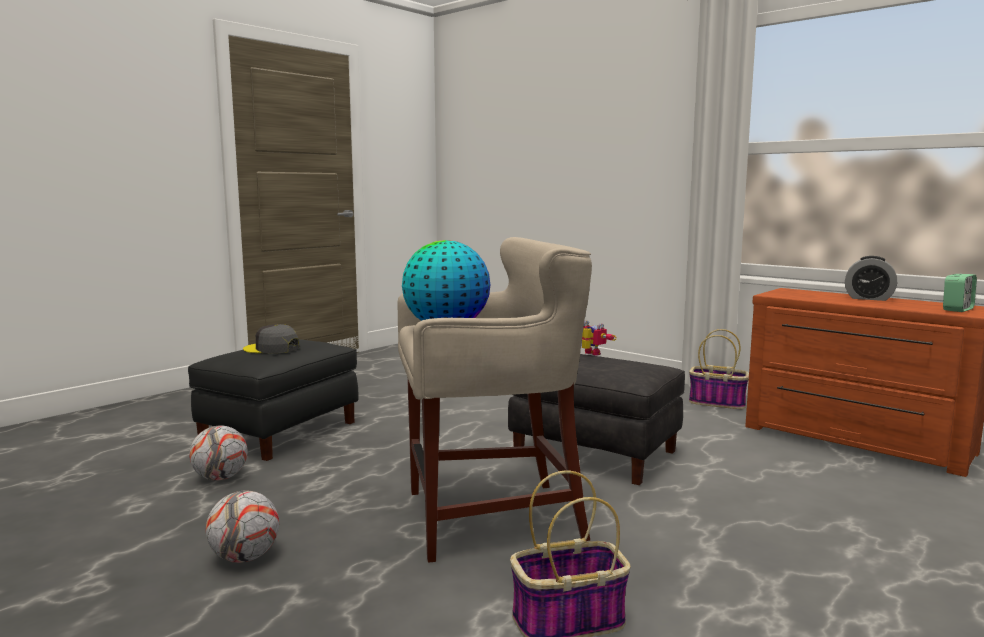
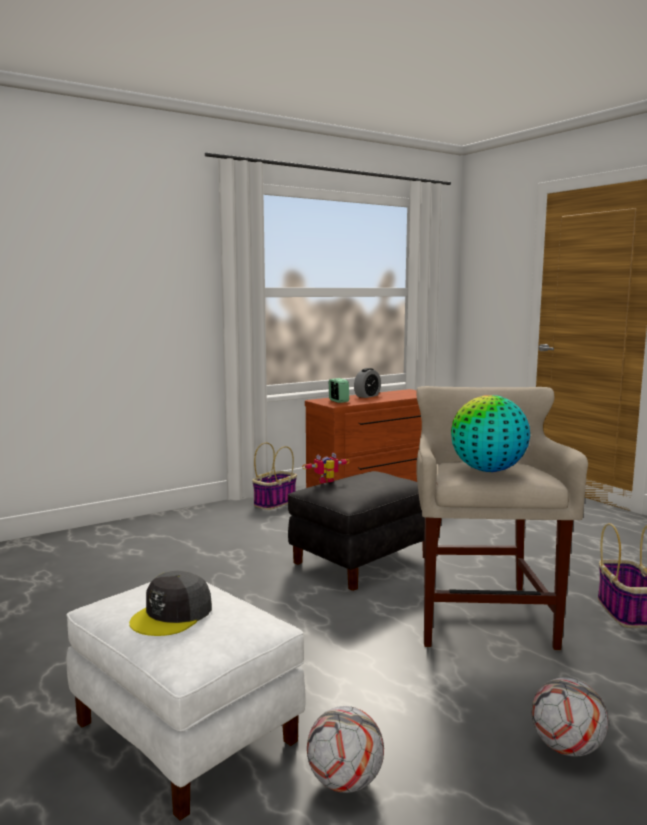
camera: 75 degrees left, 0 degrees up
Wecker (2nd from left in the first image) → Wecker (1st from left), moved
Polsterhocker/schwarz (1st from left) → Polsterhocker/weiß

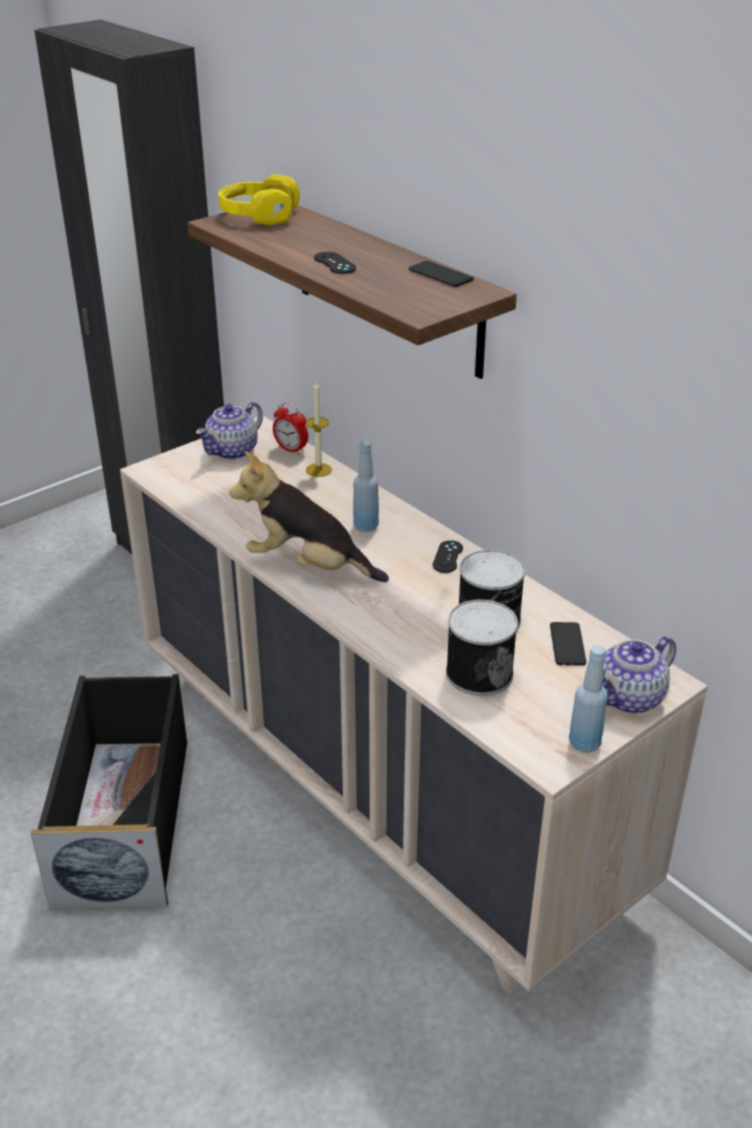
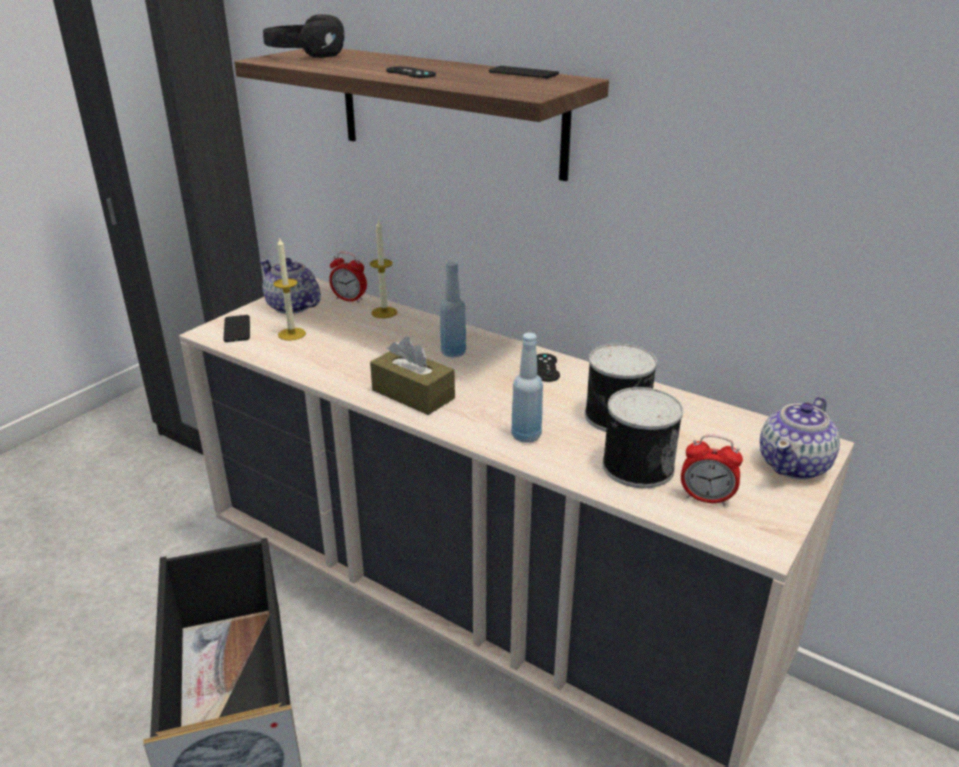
camera: 15 degrees left, 5 degrees down
Kopfhörer/gelb → Kopfhörer/schwarz
Teekanne (1st from left), 105 degrees clockwise
Plüschtier → Taschentuchbox/braun
Handy (2nd from left in the first image) → Handy (1st from left), moved
Flasche/blau (2nd from left), moved
- → Kerze (1st from left)
- → Wecker (2nd from left)

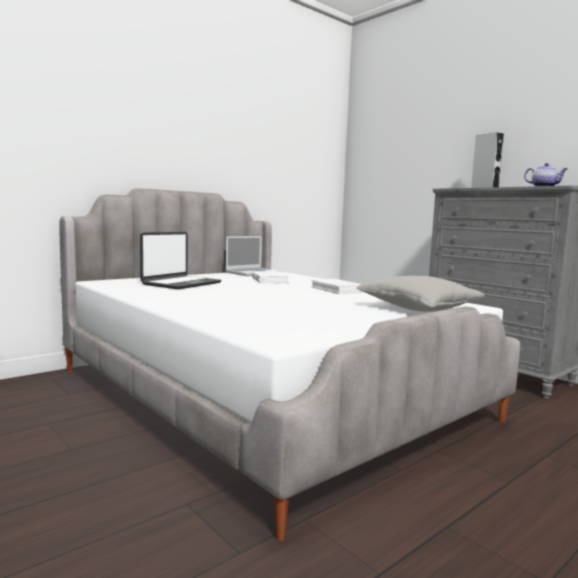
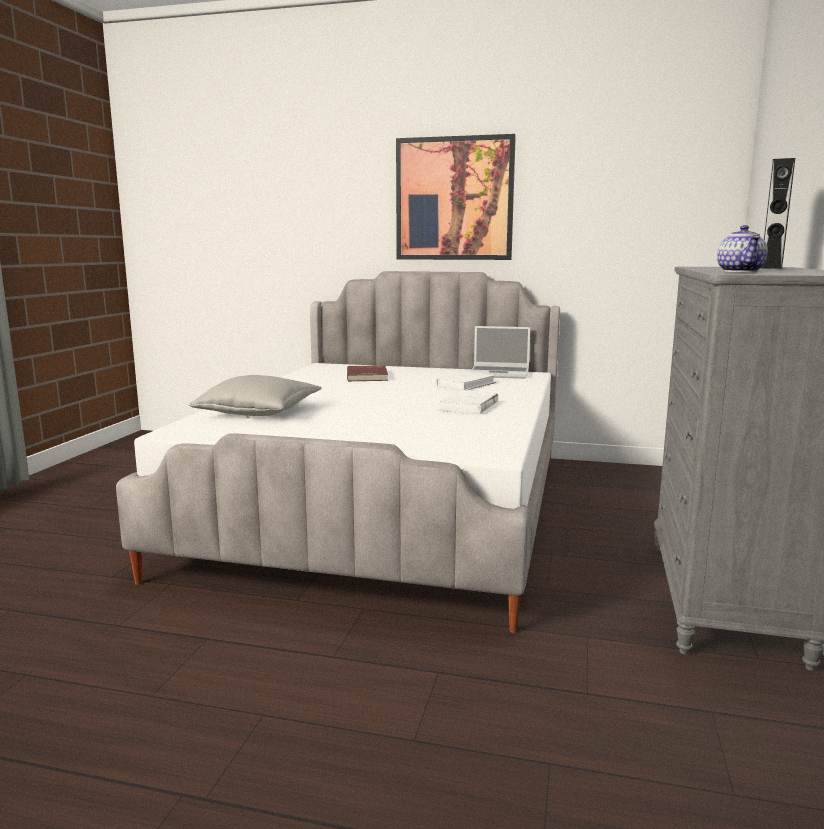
camera: 55 degrees right, 5 degrees up
Laptop (1st from left) → Buch/rot
Kissen/grau, moved
- → Bild

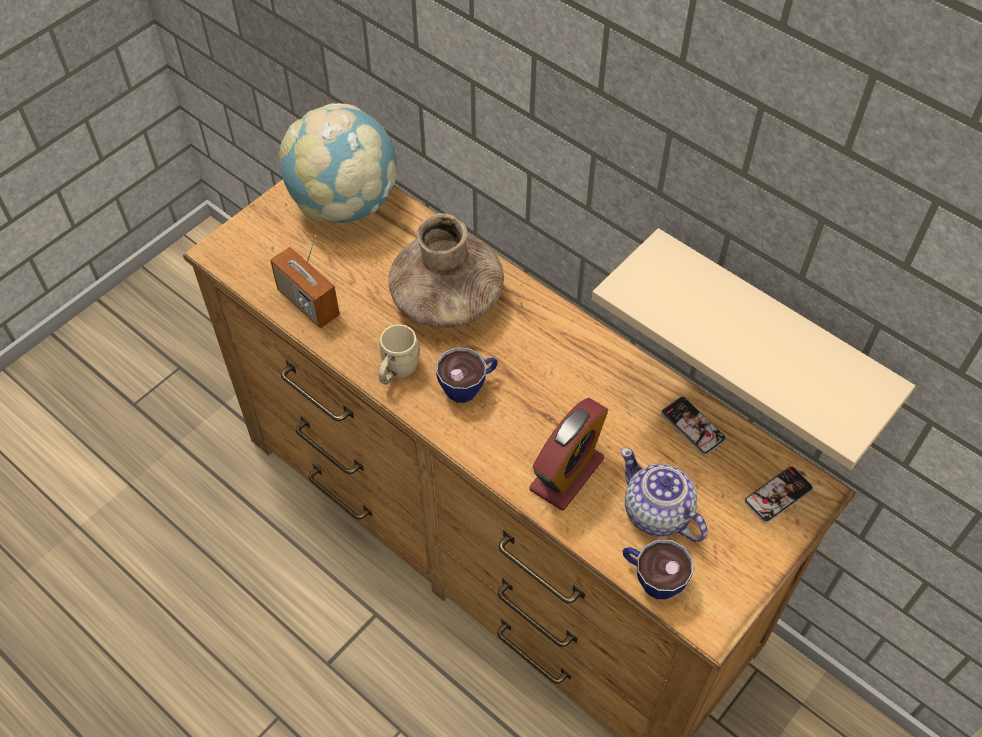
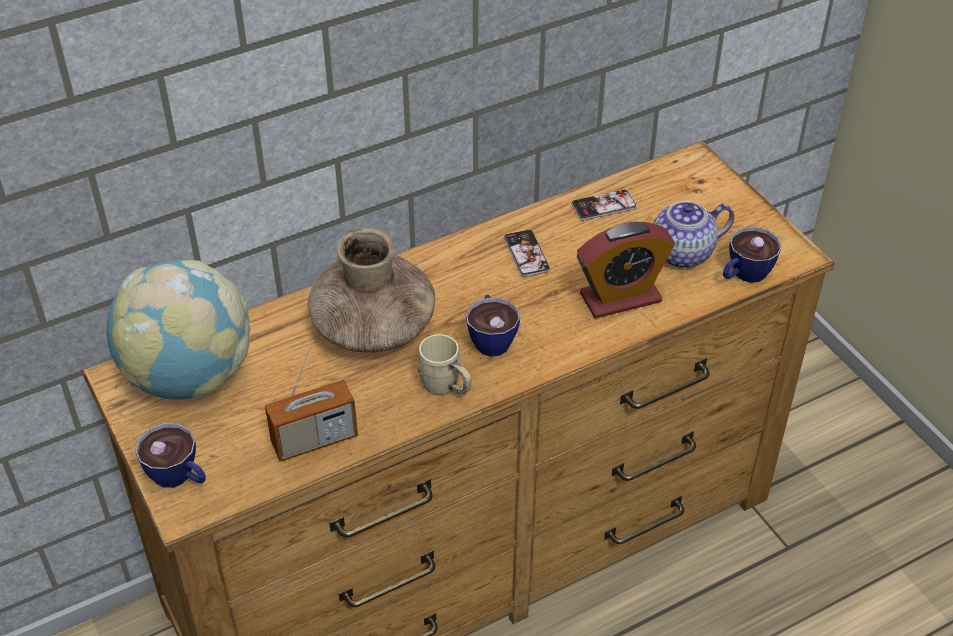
camera: 70 degrees left, 10 degrees down
Wandregal/beige → -
Wecker, 105 degrees clockwise
Handy (2nd from left in the first image) → Handy (1st from left), moved
- → Tasse (1st from left)

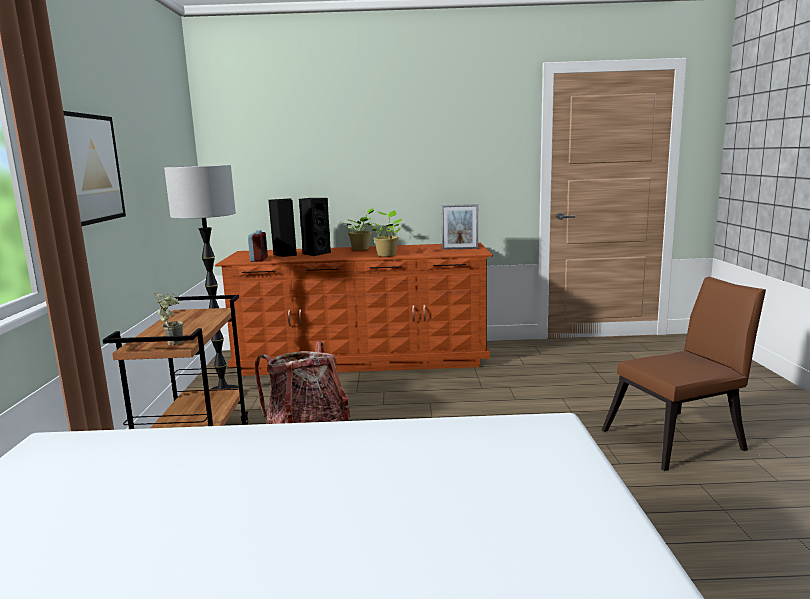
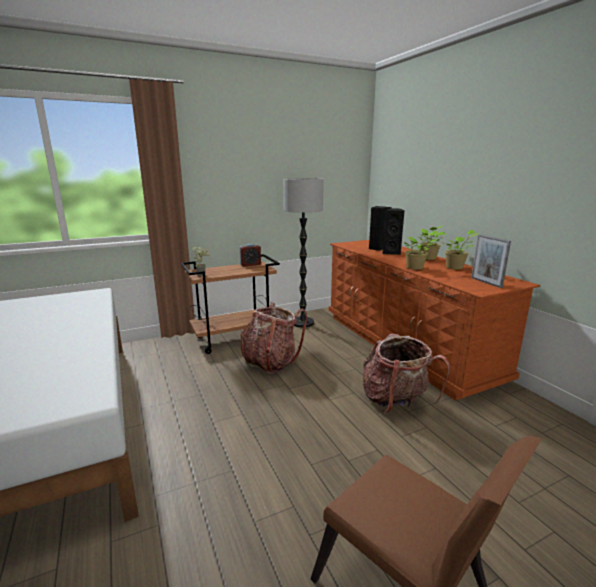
camera: 65 degrees right, 5 degrees up
Bild → -
Wecker, moved
- → Topfpflanze (4th from left)
- → Rucksack (2nd from left)

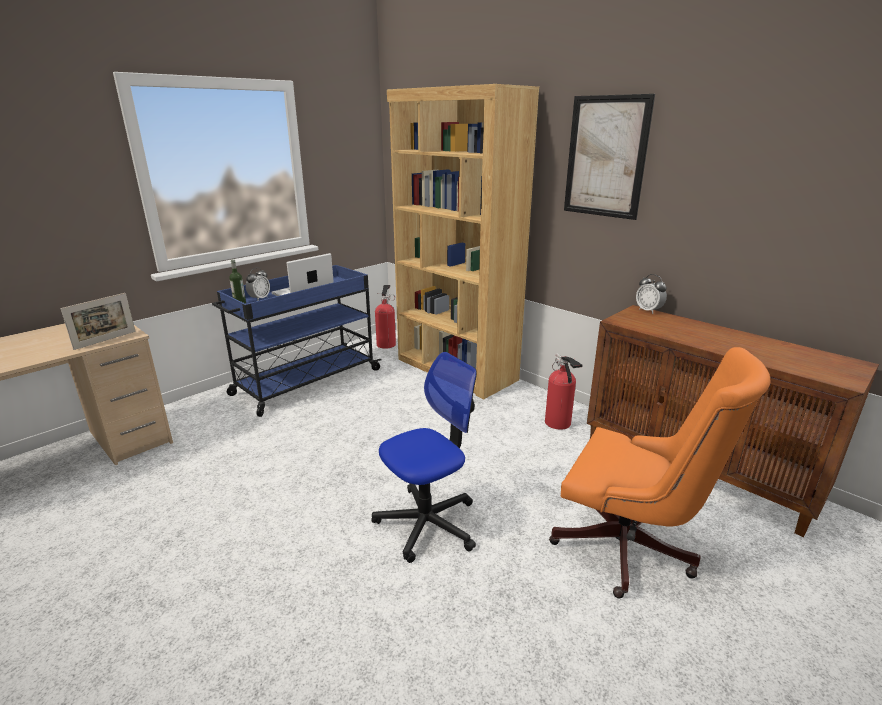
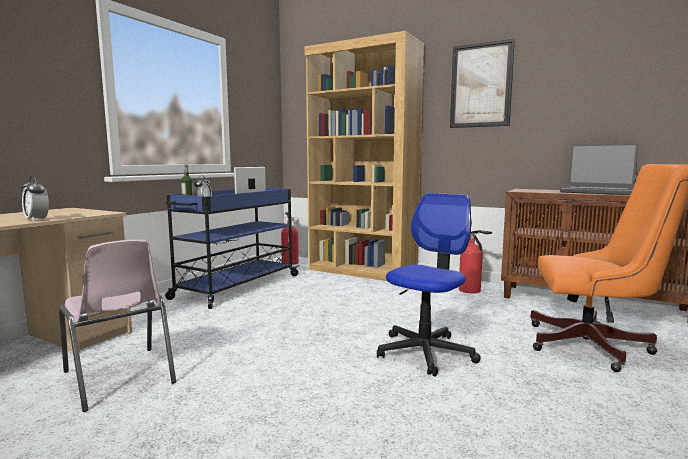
camera: 15 degrees left, 15 degrees down
Wecker (2nd from left in the first image) → Wecker (1st from left), moved
Bilderrahmen → -
- → Laptop (2nd from left)
- → Stuhl/rosa

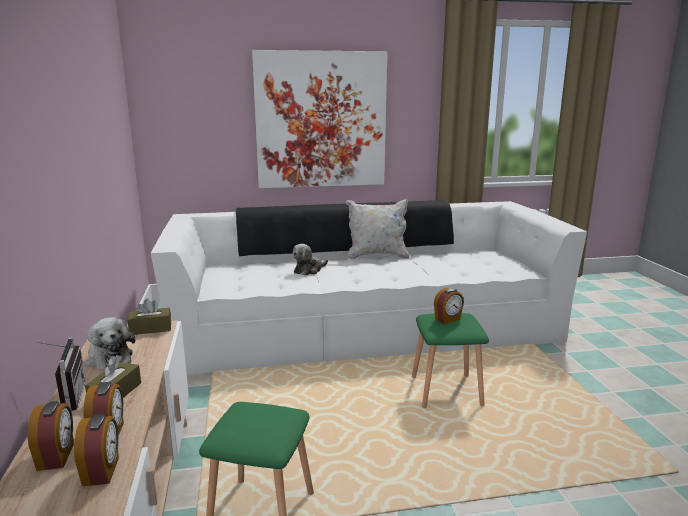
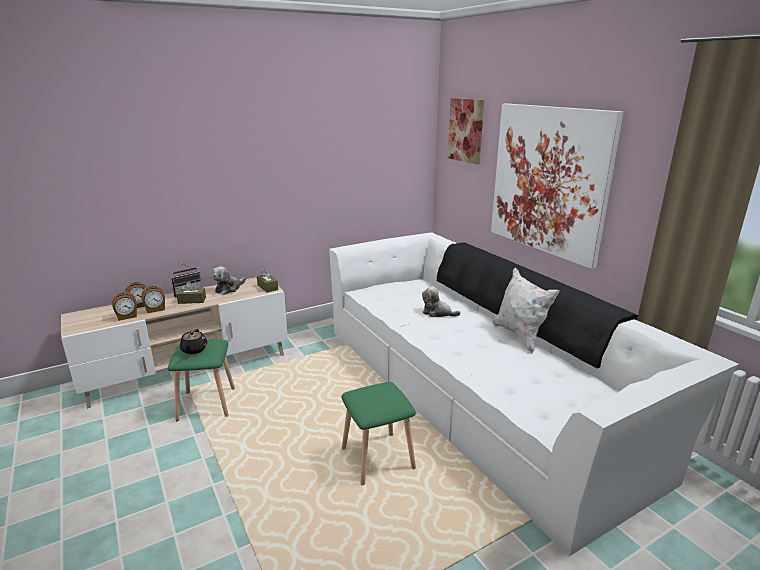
camera: 70 degrees right, 5 degrees up
Wecker (4th from left) → -
- → Bild (1st from left)
- → Teekanne/schwarz

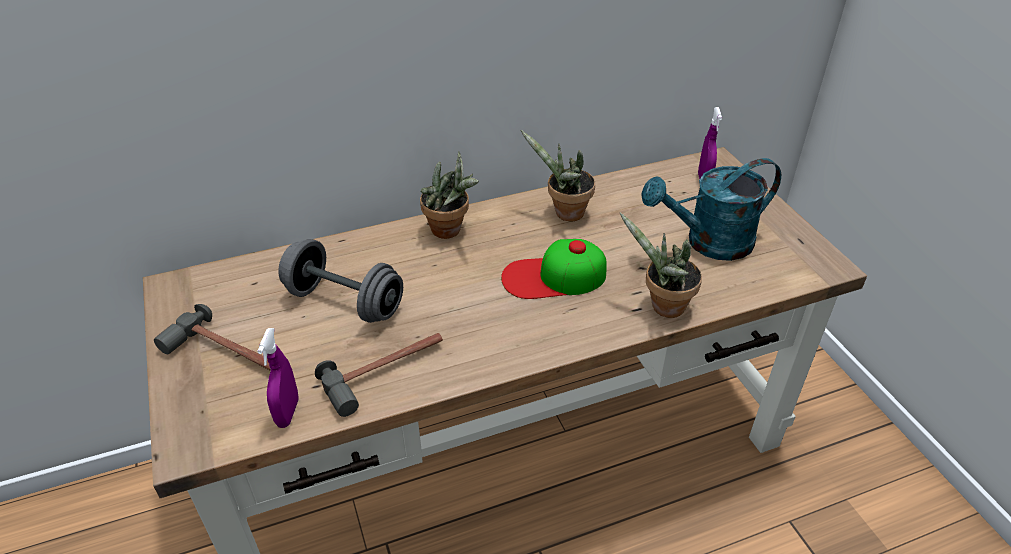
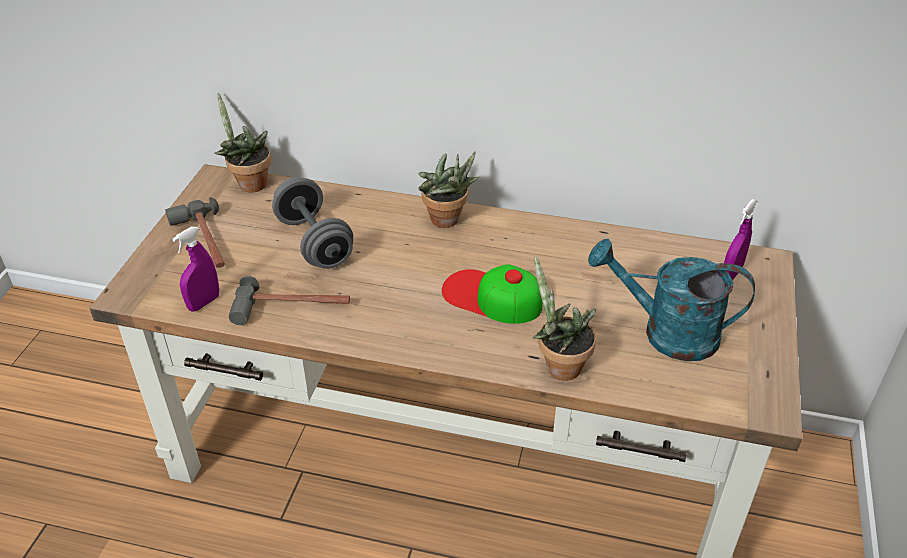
camera: 35 degrees right, 0 degrees up
Topfpflanze (2nd from left in the first image) → Topfpflanze (1st from left), moved

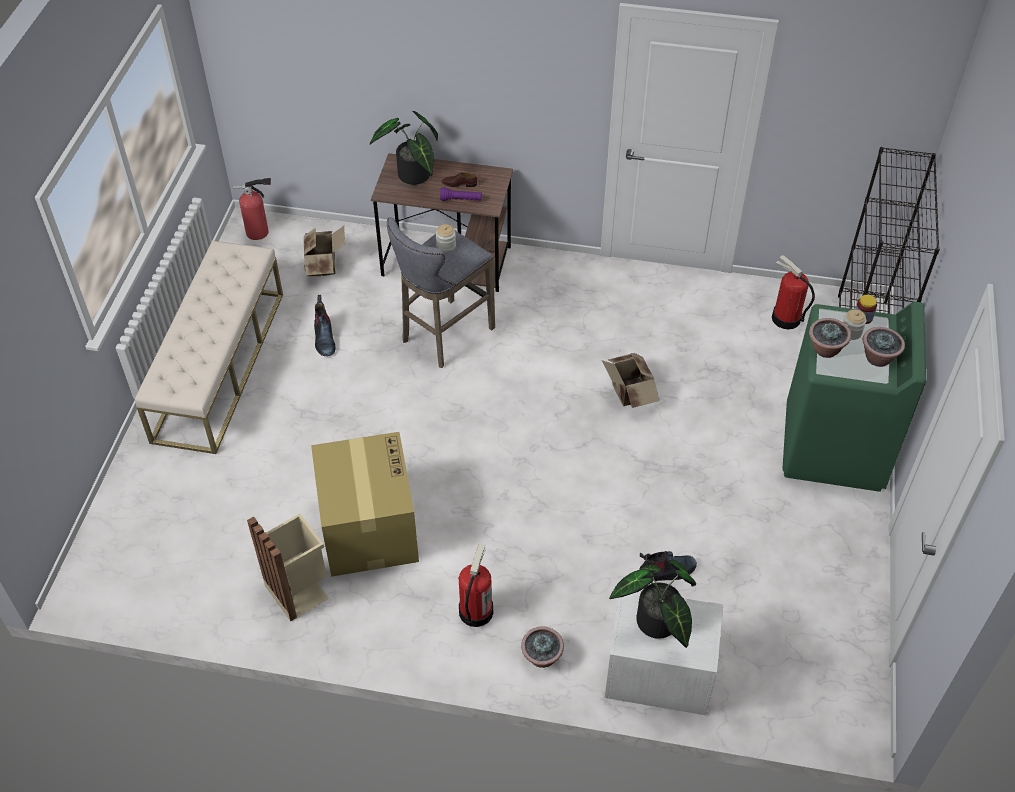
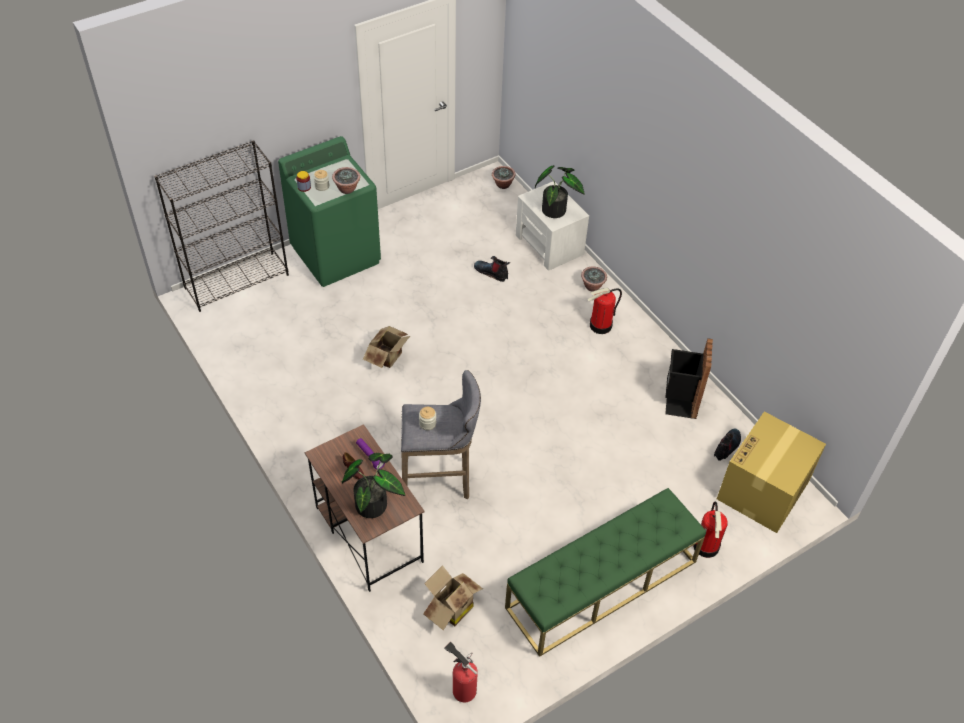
camera: 135 degrees left, 0 degrees up
Bank/beige → Bank/grün
Feuerlöscher (3rd from left), moved
Stiefel (1st from left in the first image) → Stiefel (2nd from left), moved
Topfpflanze (5th from left in the first image) → Topfpflanze (3rd from left), moved
Karton (2nd from left in the first image) → Karton (3rd from left), moved
Mülleimer/beige → Mülleimer/schwarz

